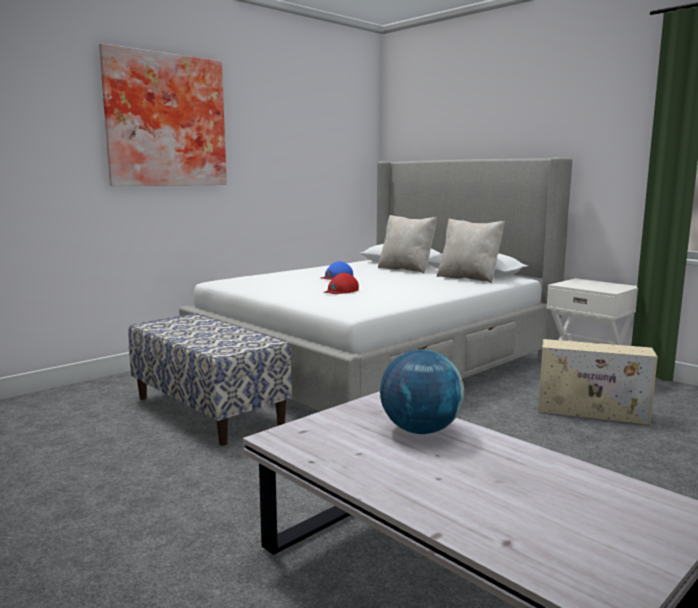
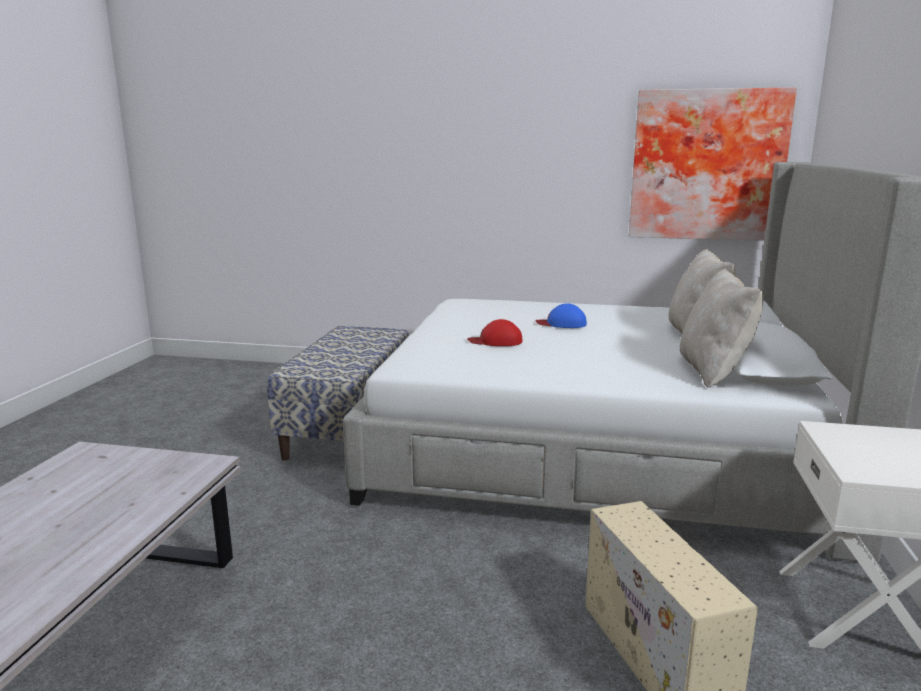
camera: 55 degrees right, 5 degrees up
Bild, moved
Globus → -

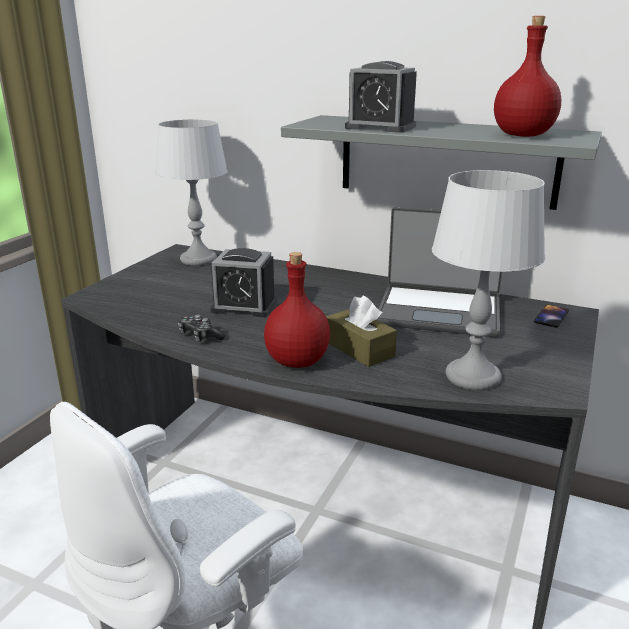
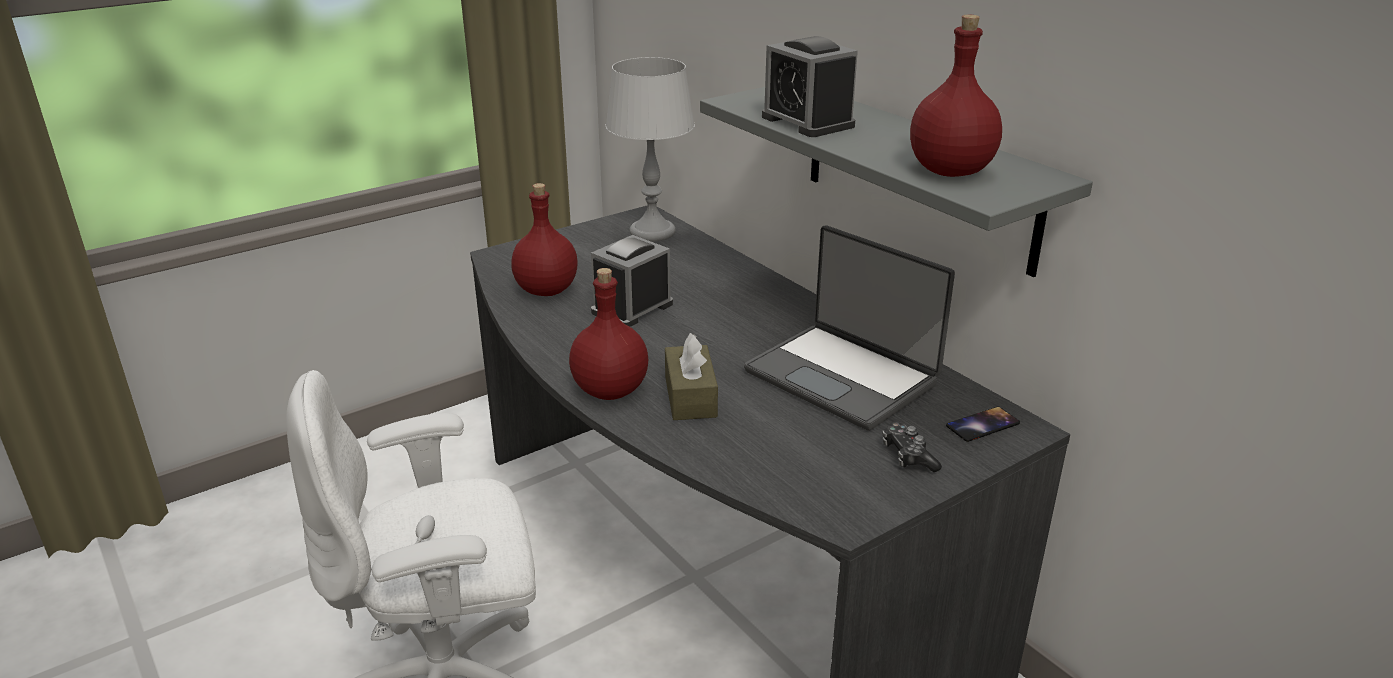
camera: 30 degrees right, 5 degrees up
Tischlampe/grau (2nd from left) → -
Wecker (1st from left), 90 degrees clockwise
Gamepad, moved
- → Flasche/rot (1st from left)

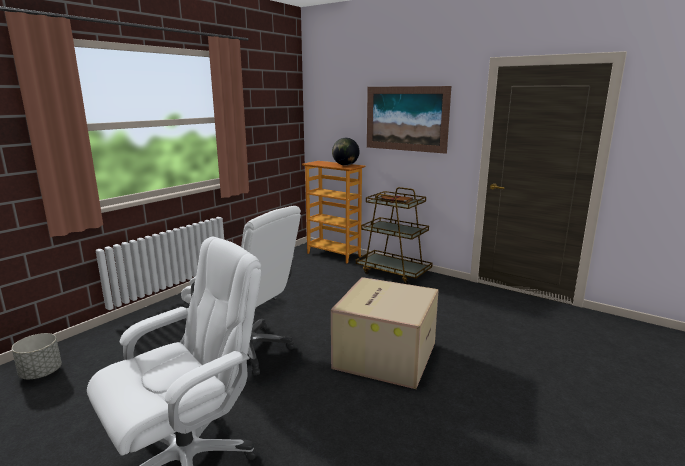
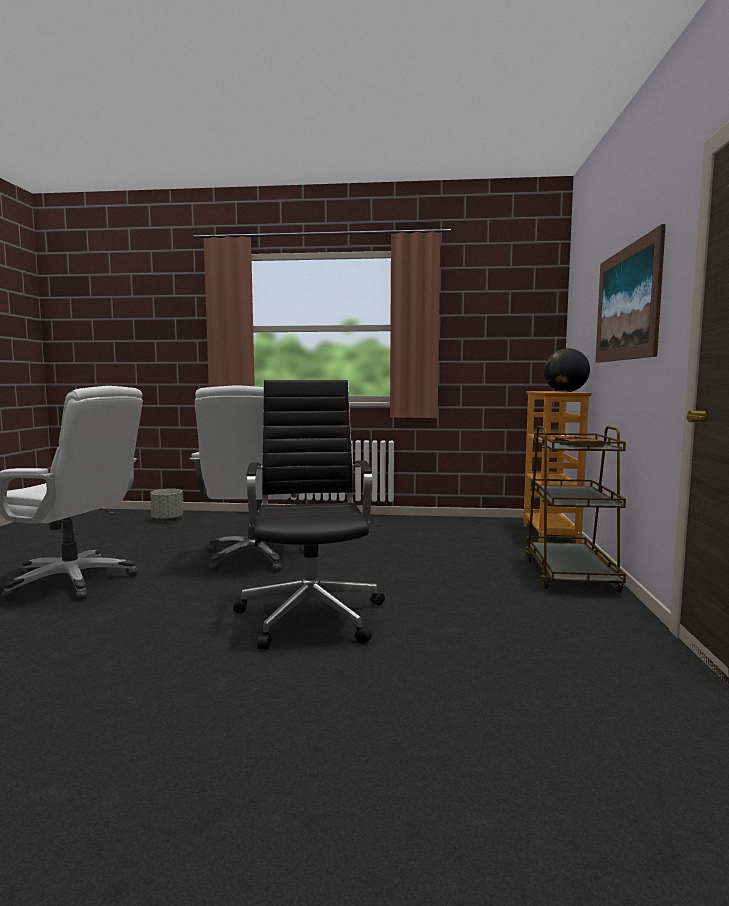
camera: 60 degrees right, 10 degrees down
Karton → Bürostuhl/schwarz

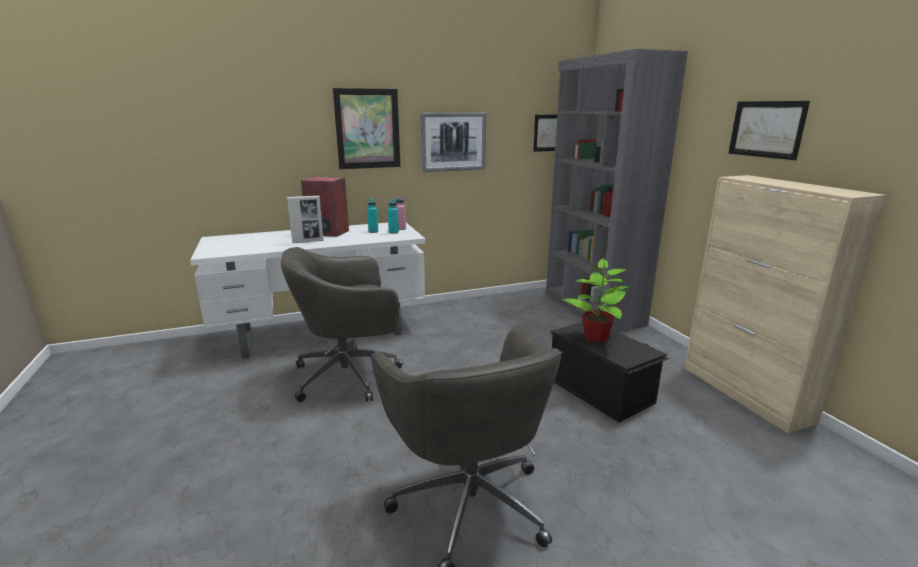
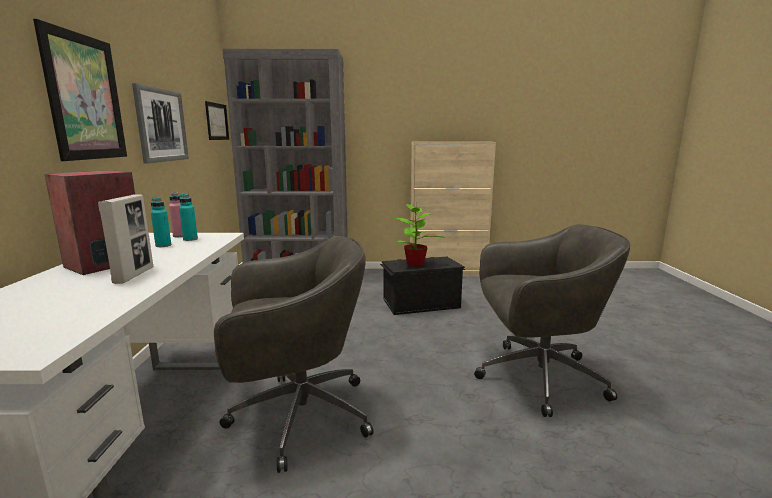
camera: 70 degrees left, 5 degrees down
Bild (4th from left) → -
Bürostuhl/grau (1st from left), 105 degrees counterclockwise

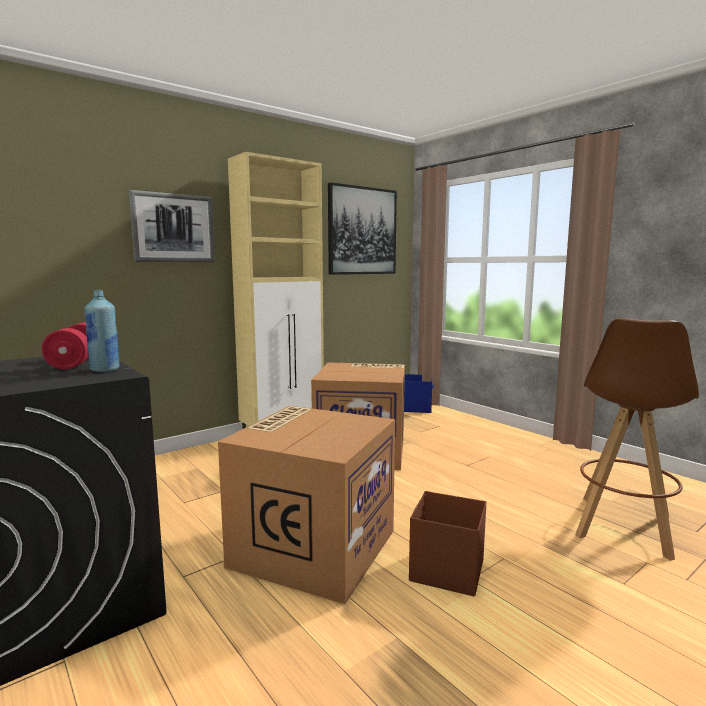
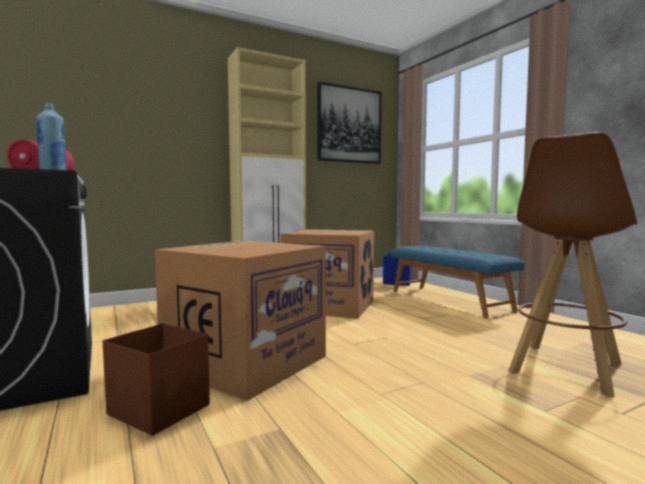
camera: 10 degrees right, 5 degrees down
Bild (1st from left) → -
Aufbewahrungsbox/braun, moved
- → Bank/blau

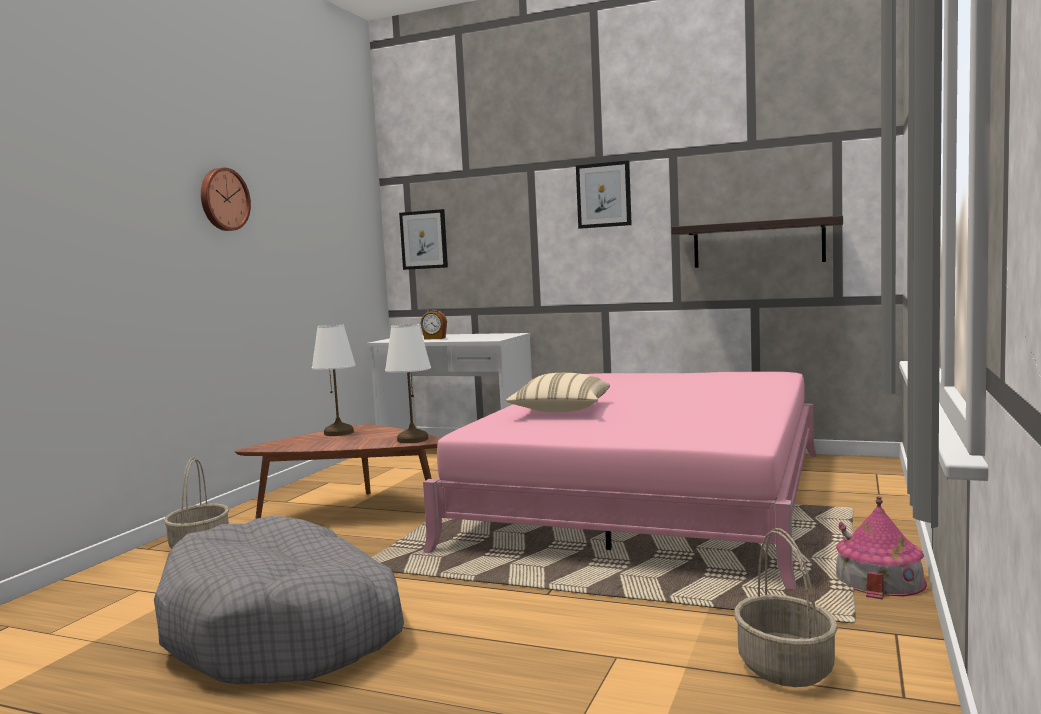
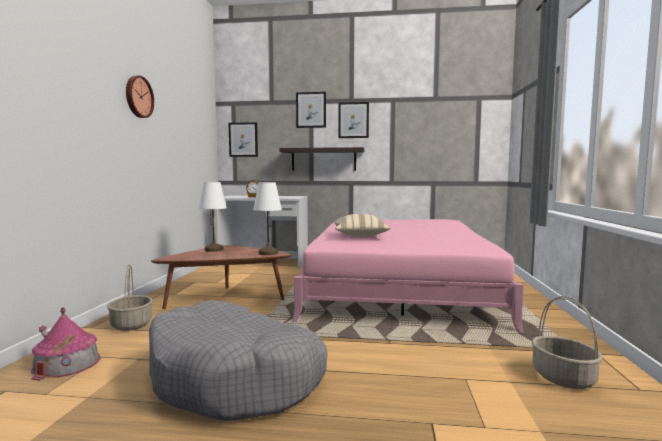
camera: 15 degrees left, 0 degrees up
Wandregal, moved
Spielzeughaus, moved
- → Bild (2nd from left)

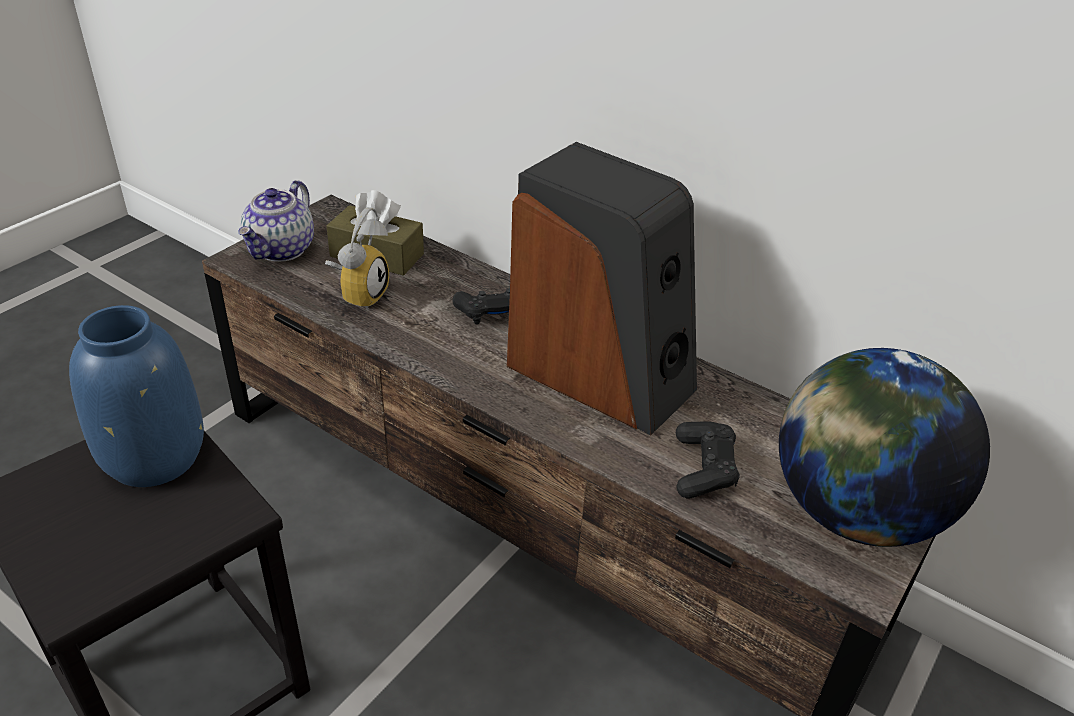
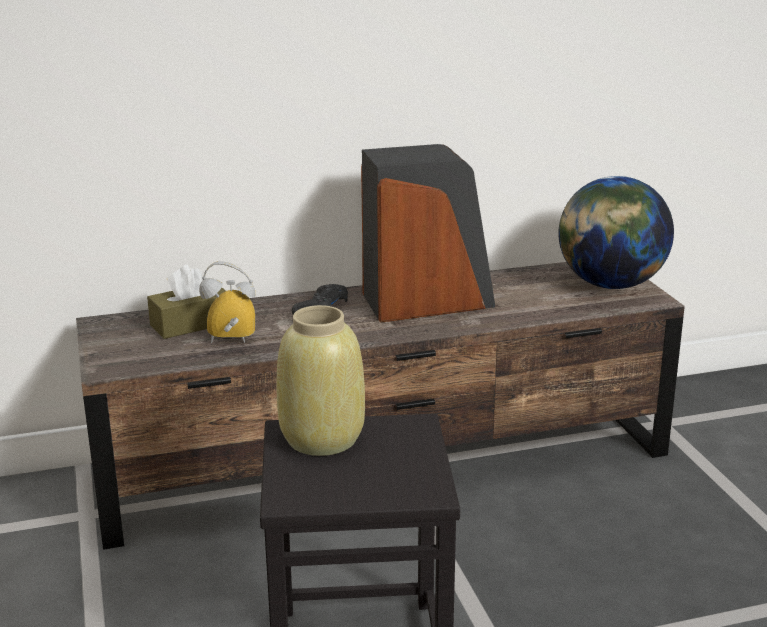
camera: 50 degrees left, 15 degrees down
Teekanne → -
Wecker, 60 degrees counterclockwise
Vase/blau → Vase/beige
Gamepad/schwarz (2nd from left) → -

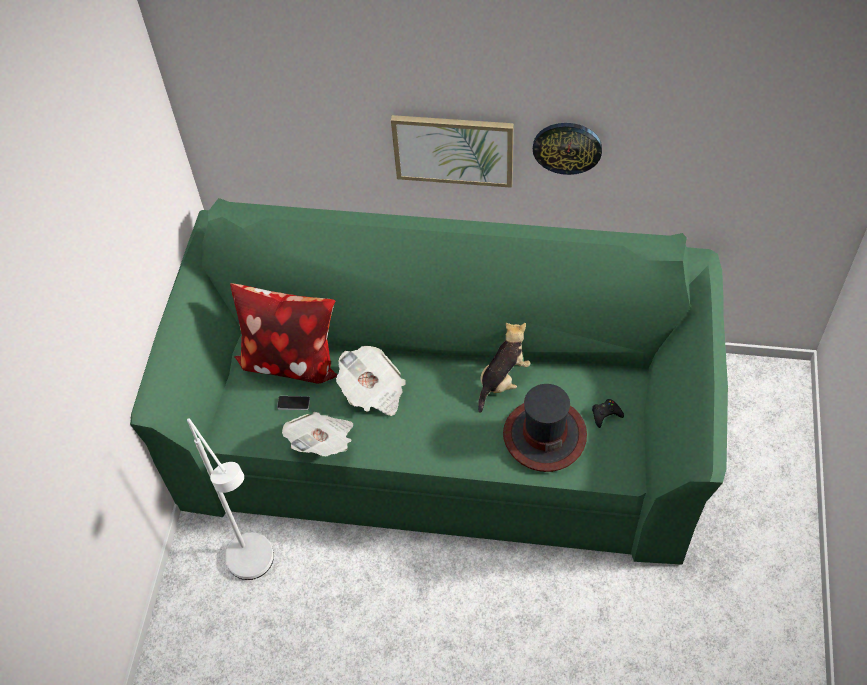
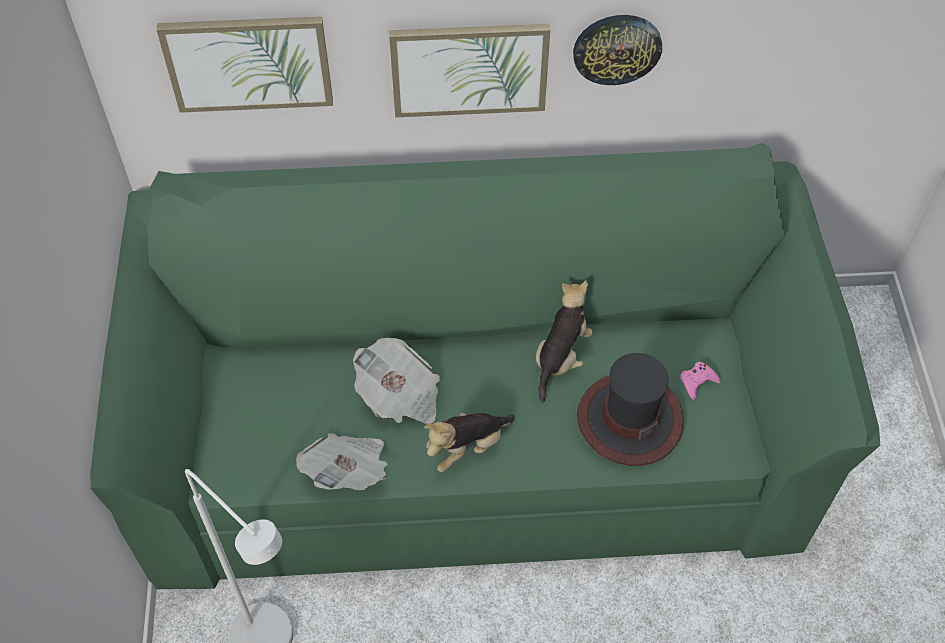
camera: 15 degrees left, 0 degrees up
Kissen → -
Handy → -
Gamepad/schwarz → Gamepad/rosa
- → Bild (1st from left)
- → Plüschtier (1st from left)

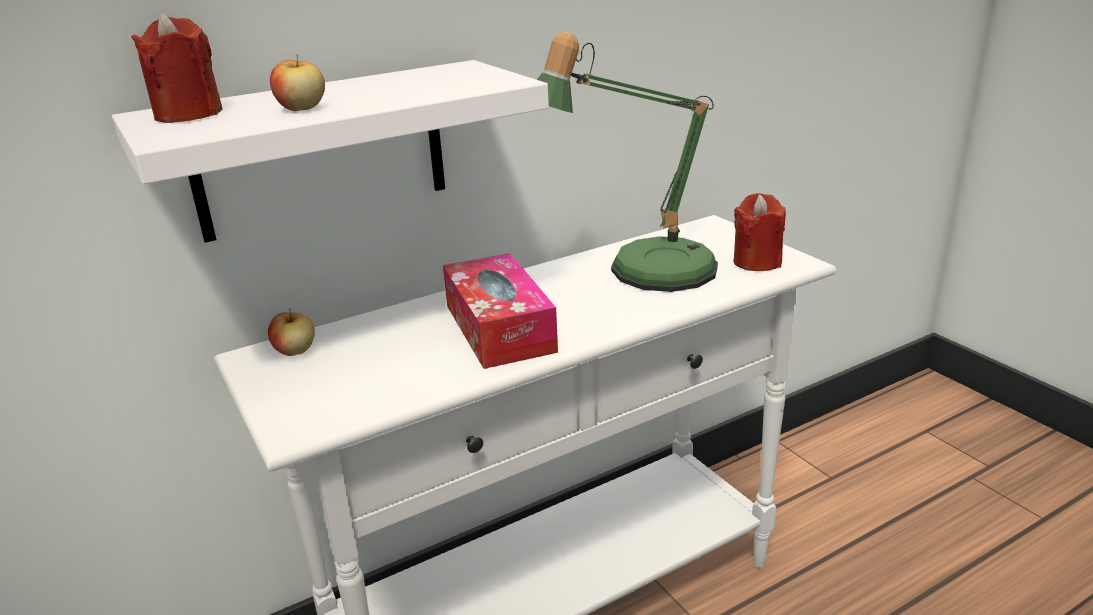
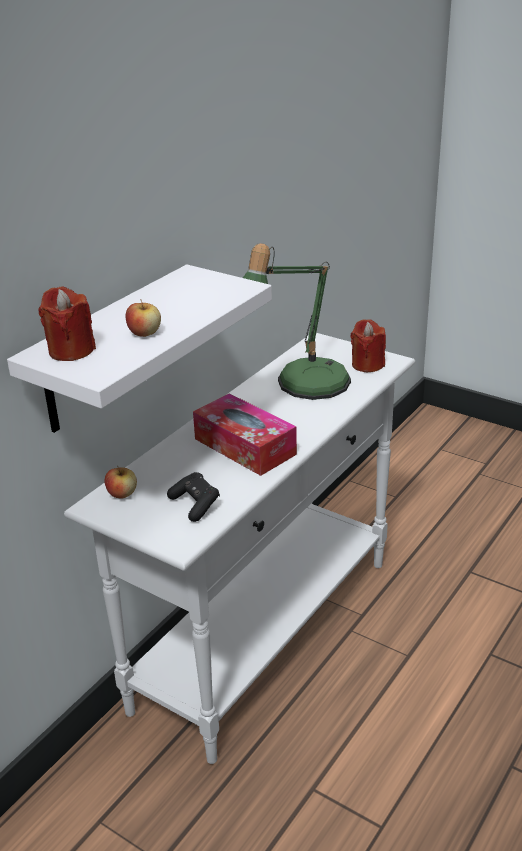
camera: 25 degrees left, 5 degrees up
- → Gamepad/schwarz

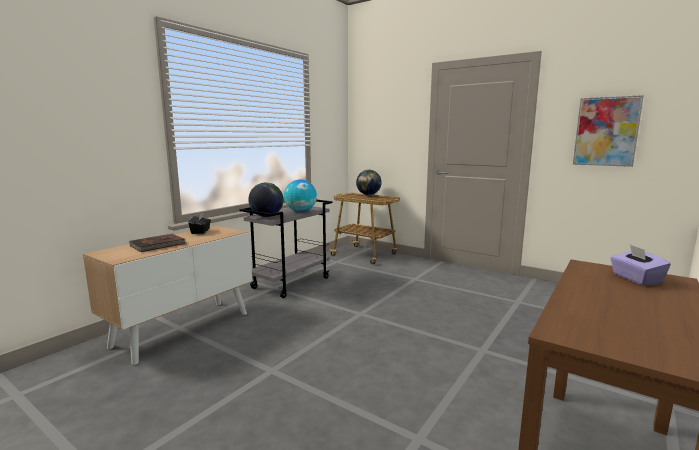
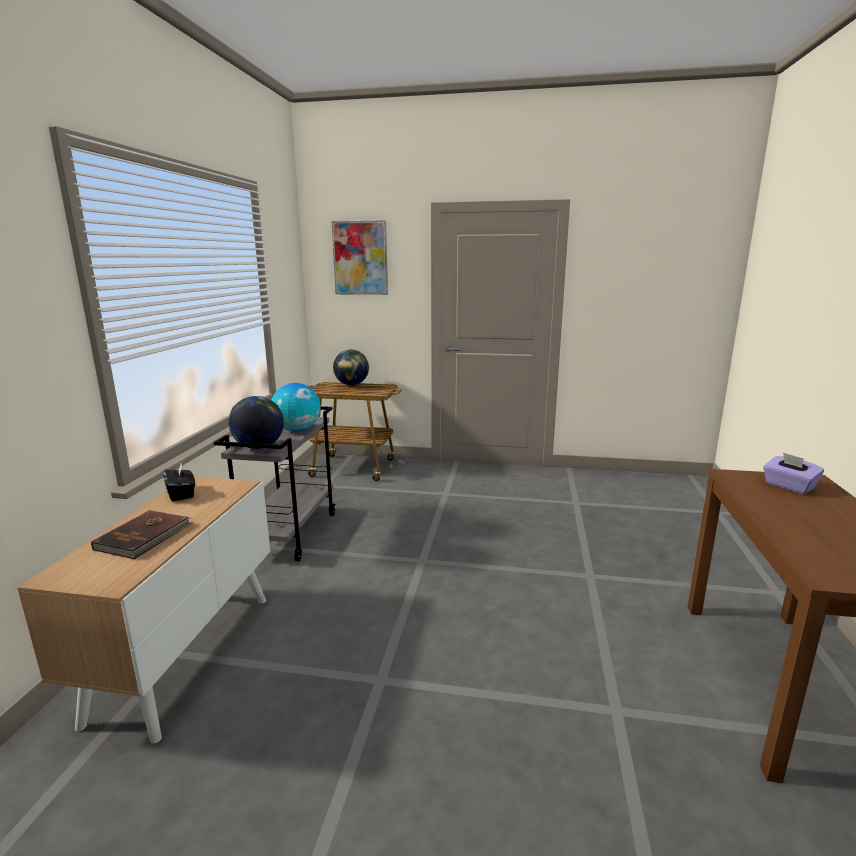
camera: 25 degrees left, 5 degrees up
Bild, moved

